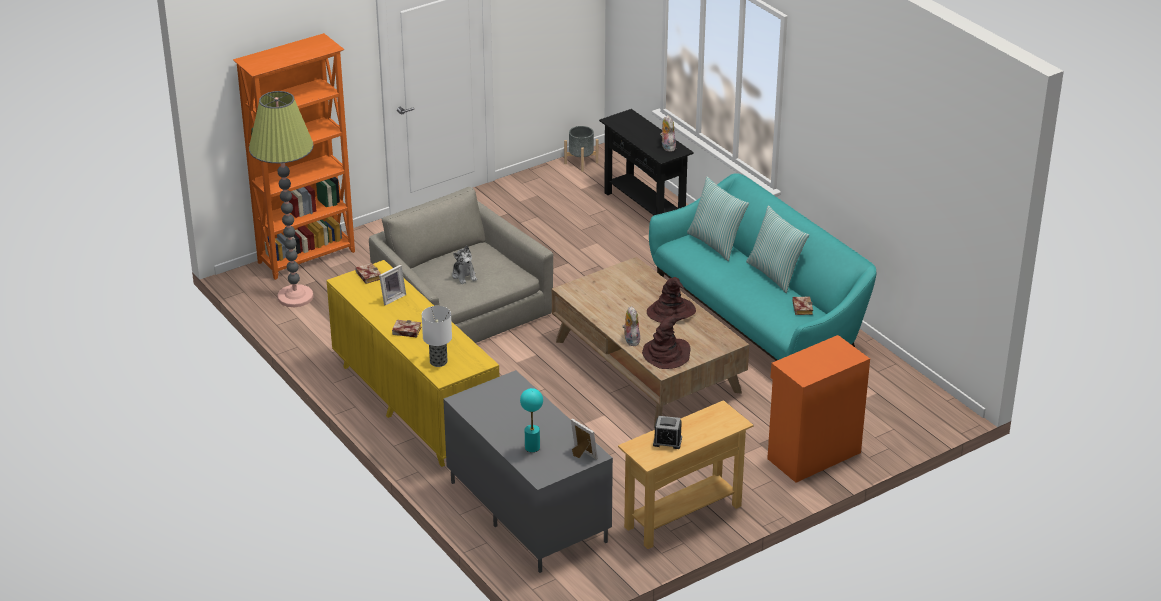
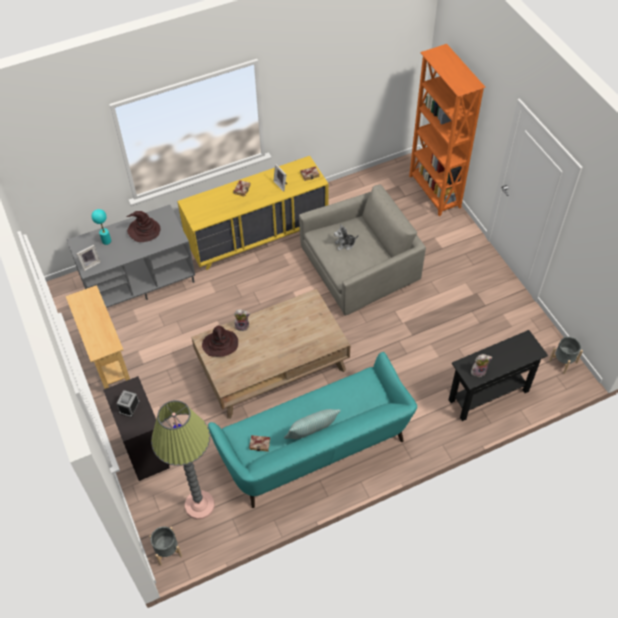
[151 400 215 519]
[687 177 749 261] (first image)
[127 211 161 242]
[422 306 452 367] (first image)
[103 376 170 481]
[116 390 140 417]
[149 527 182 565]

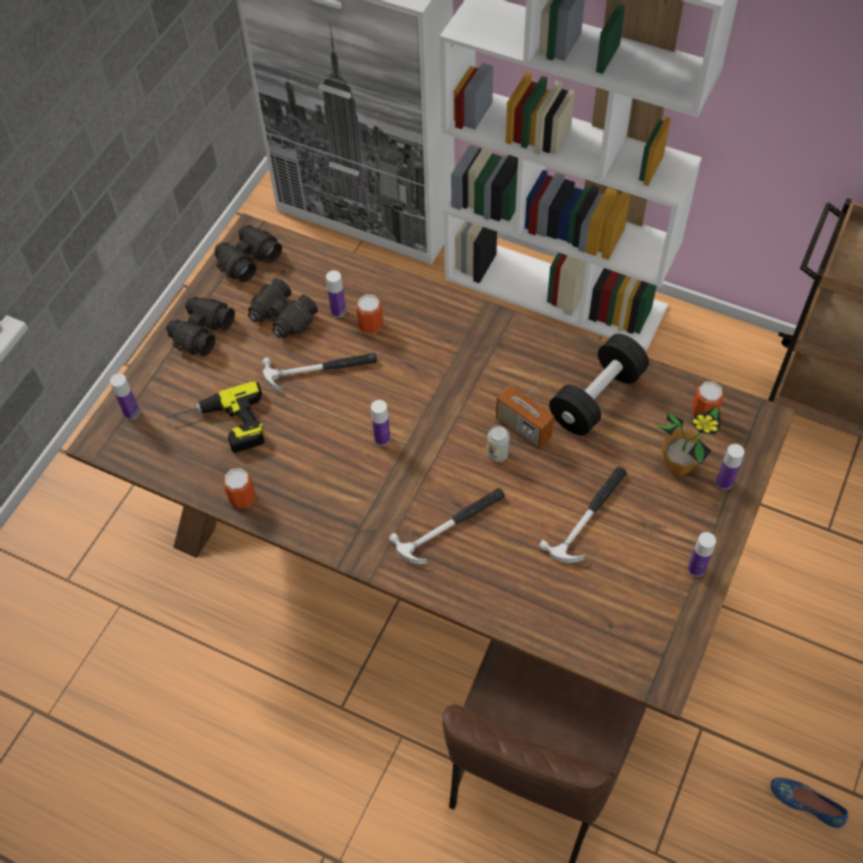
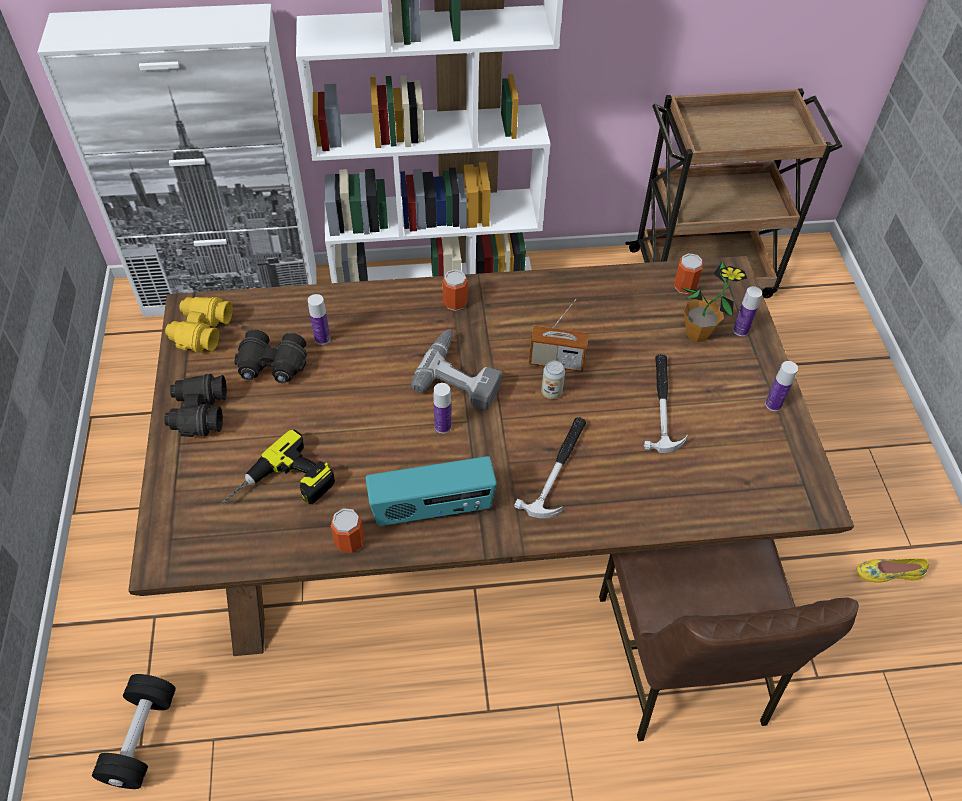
[165 297 233 353]
[442 269 468 311]
[92 674 176 789]
[262 353 377 393] (first image)
[110 374 140 420] (first image)
[856 558 929 583]
[411 329 502 410]
[366 456 497 526]

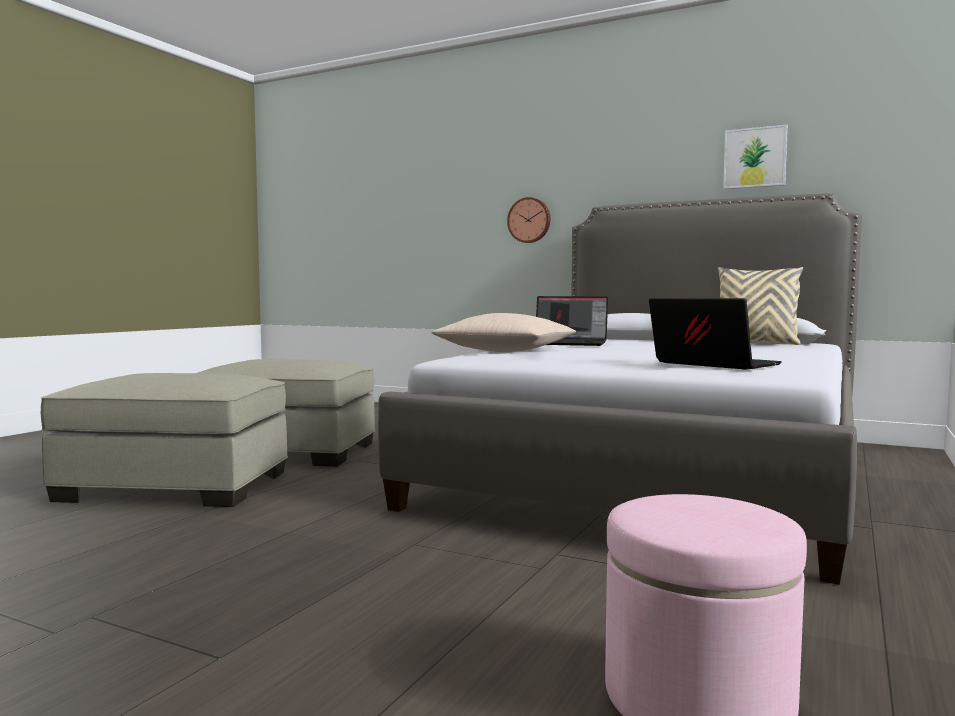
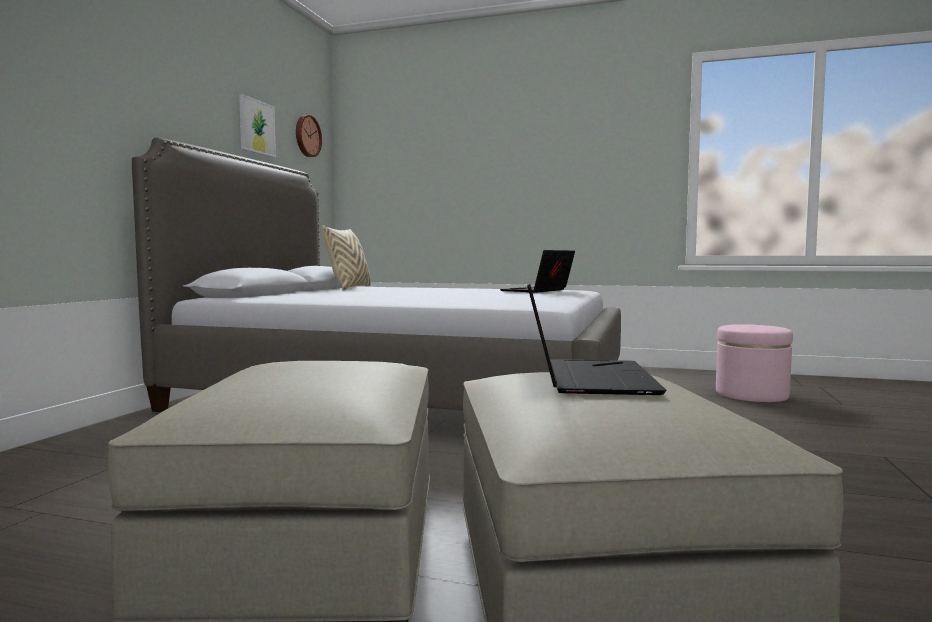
[296 115 322 157]
[526 278 667 395]
[431 313 576 352] (first image)

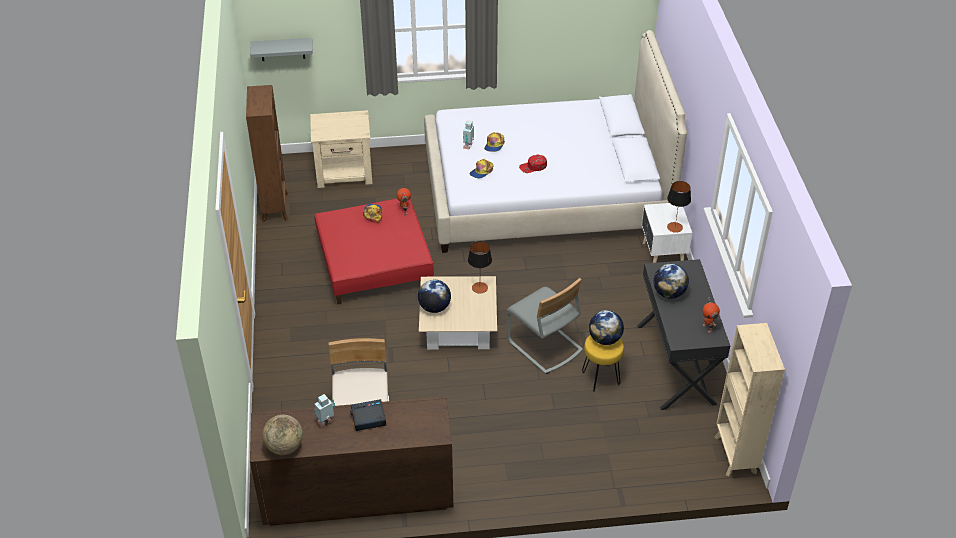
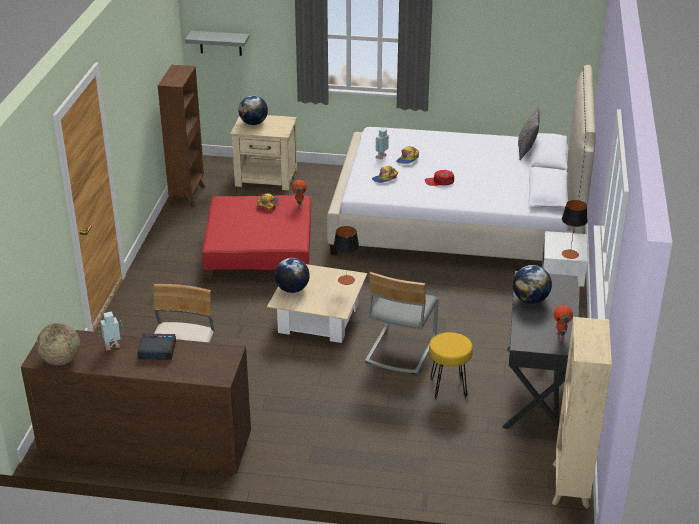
[365 272 439 374]
[238 96 268 125]
[518 106 540 160]

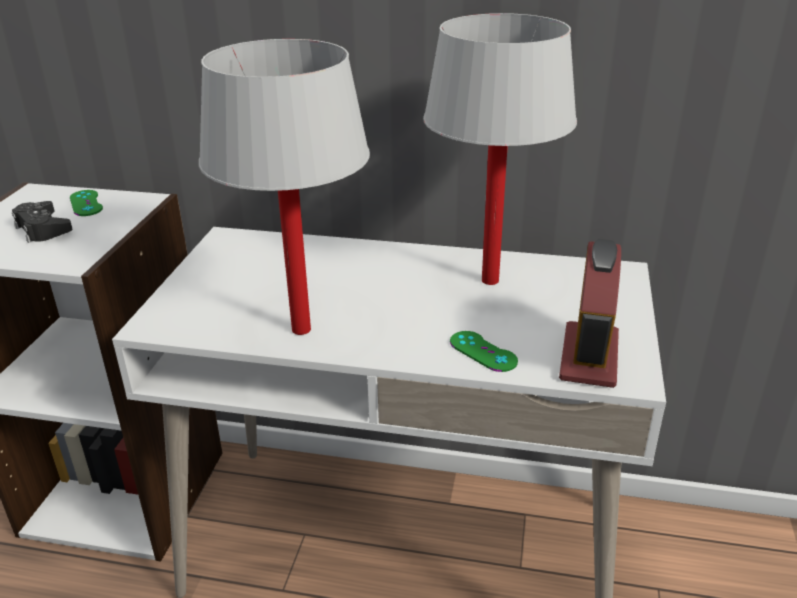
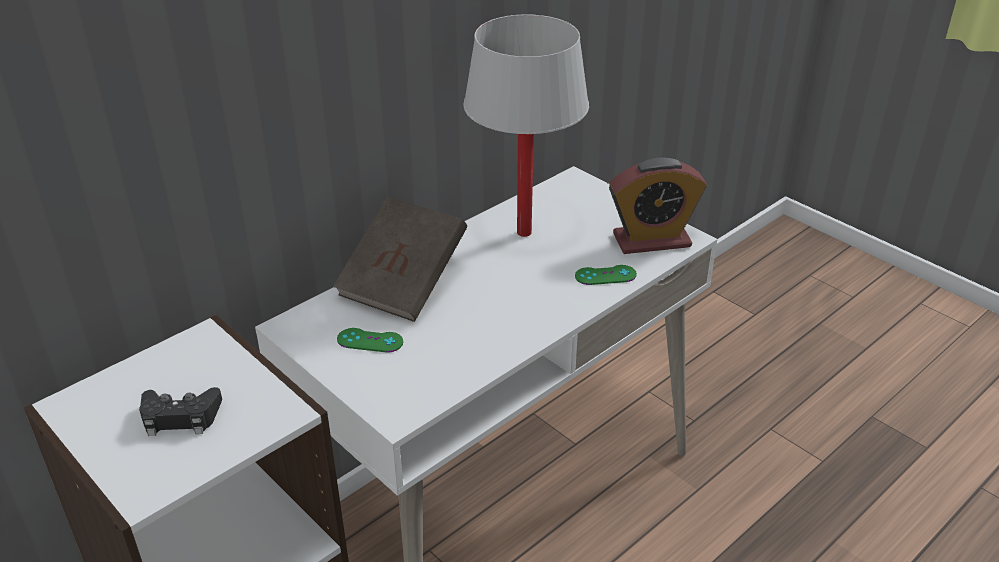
[199 39 370 335] (first image)
[337 328 403 352]
[609 158 707 254]
[333 197 467 322]

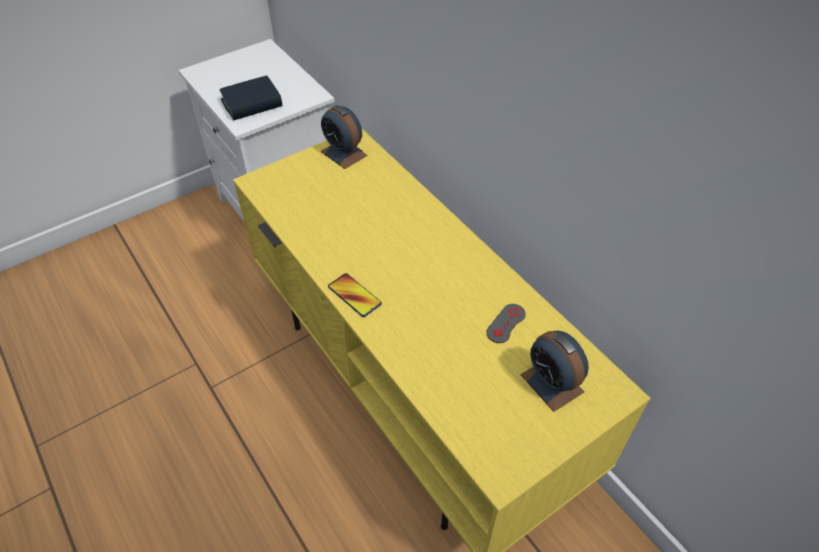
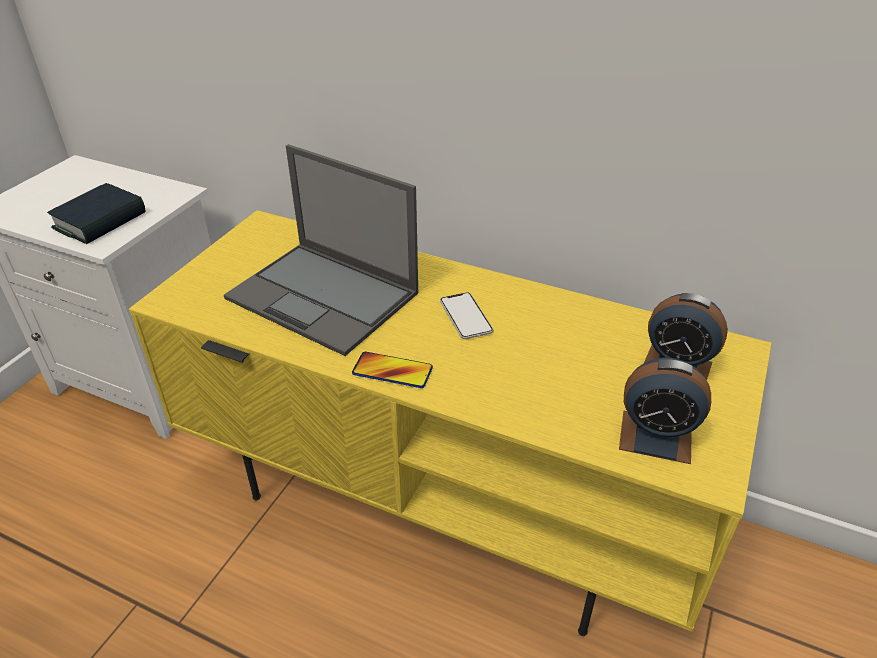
[619 358 711 464]
[486 304 526 343] (first image)
[224 144 419 356]
[440 292 494 339]

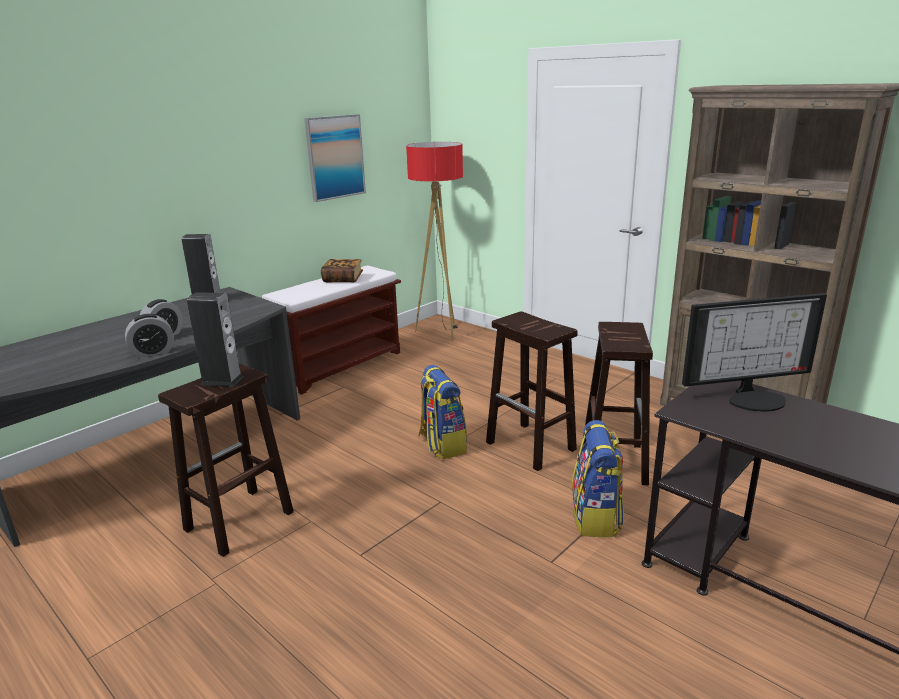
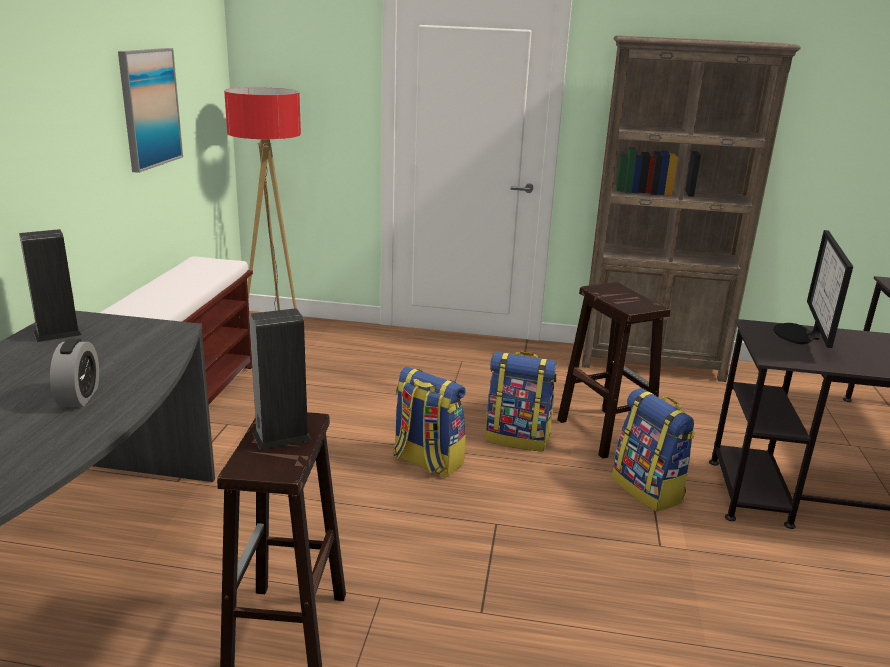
[321 259 363 282] (first image)
[773 230 853 348]
[485 352 557 452]
[125 314 174 358] (first image)

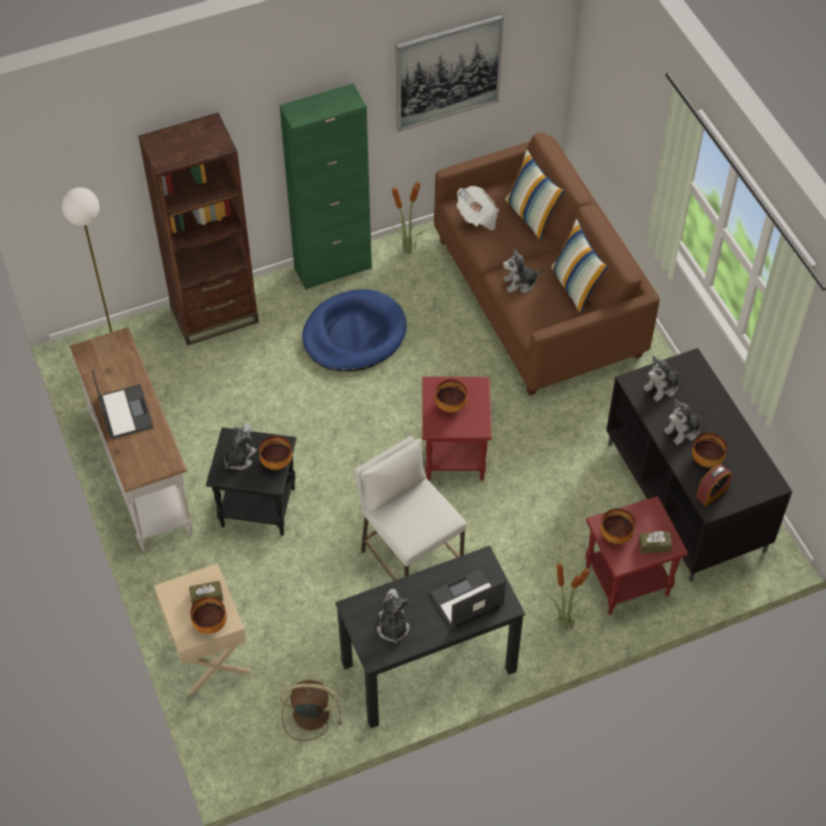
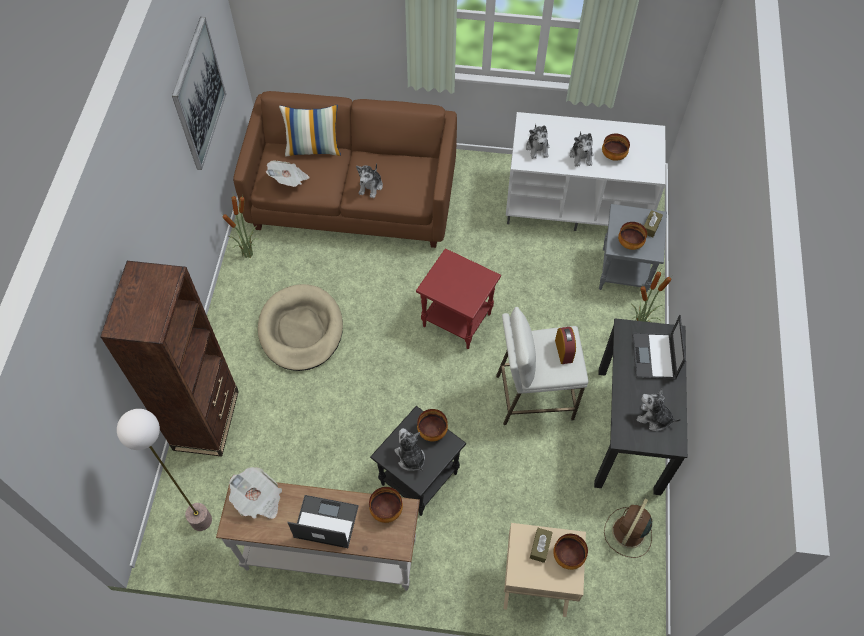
[279 84 372 290] (first image)
[551 219 608 314] (first image)
[258 284 343 371]
[506 112 666 231]
[369 487 403 523]
[555 327 576 364]
[599 204 667 293]
[229 467 282 519]

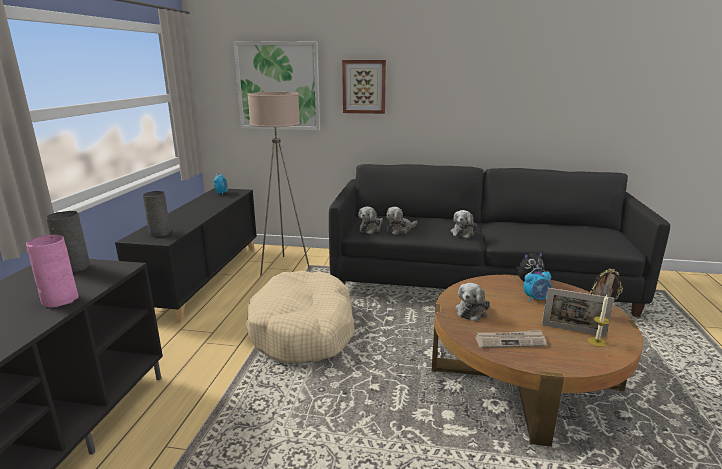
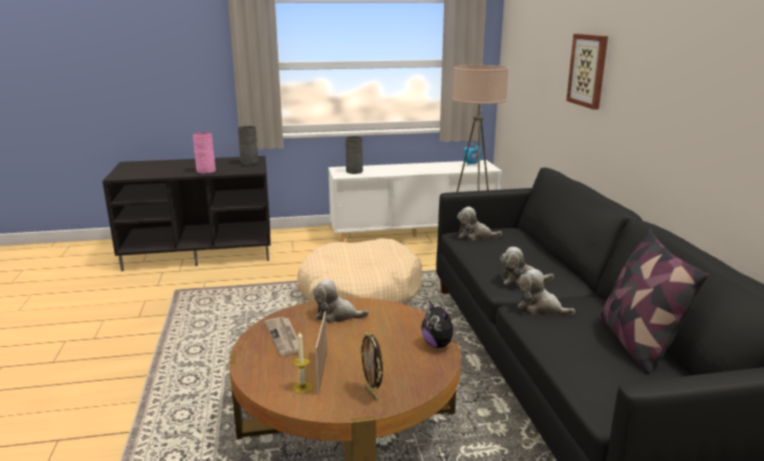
[234 41 320 130] (first image)
[328 160 502 242]
[518 269 575 316]
[523 268 551 302] (first image)
[600 229 709 374]

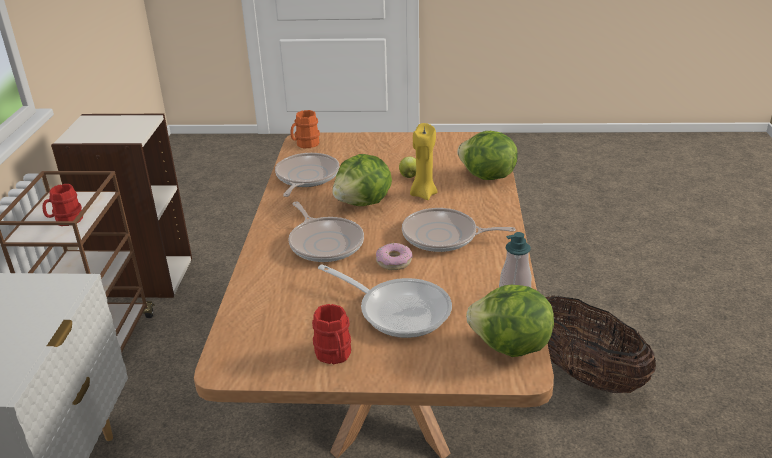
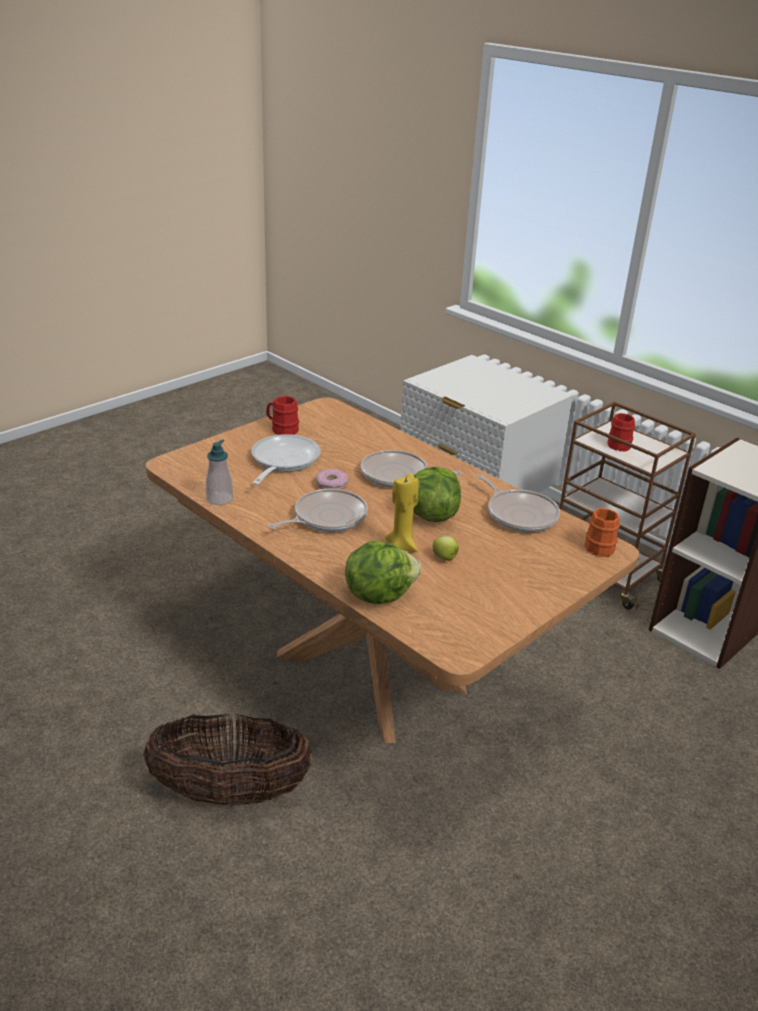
[251 434 321 485]
[466 285 554 357] (first image)

